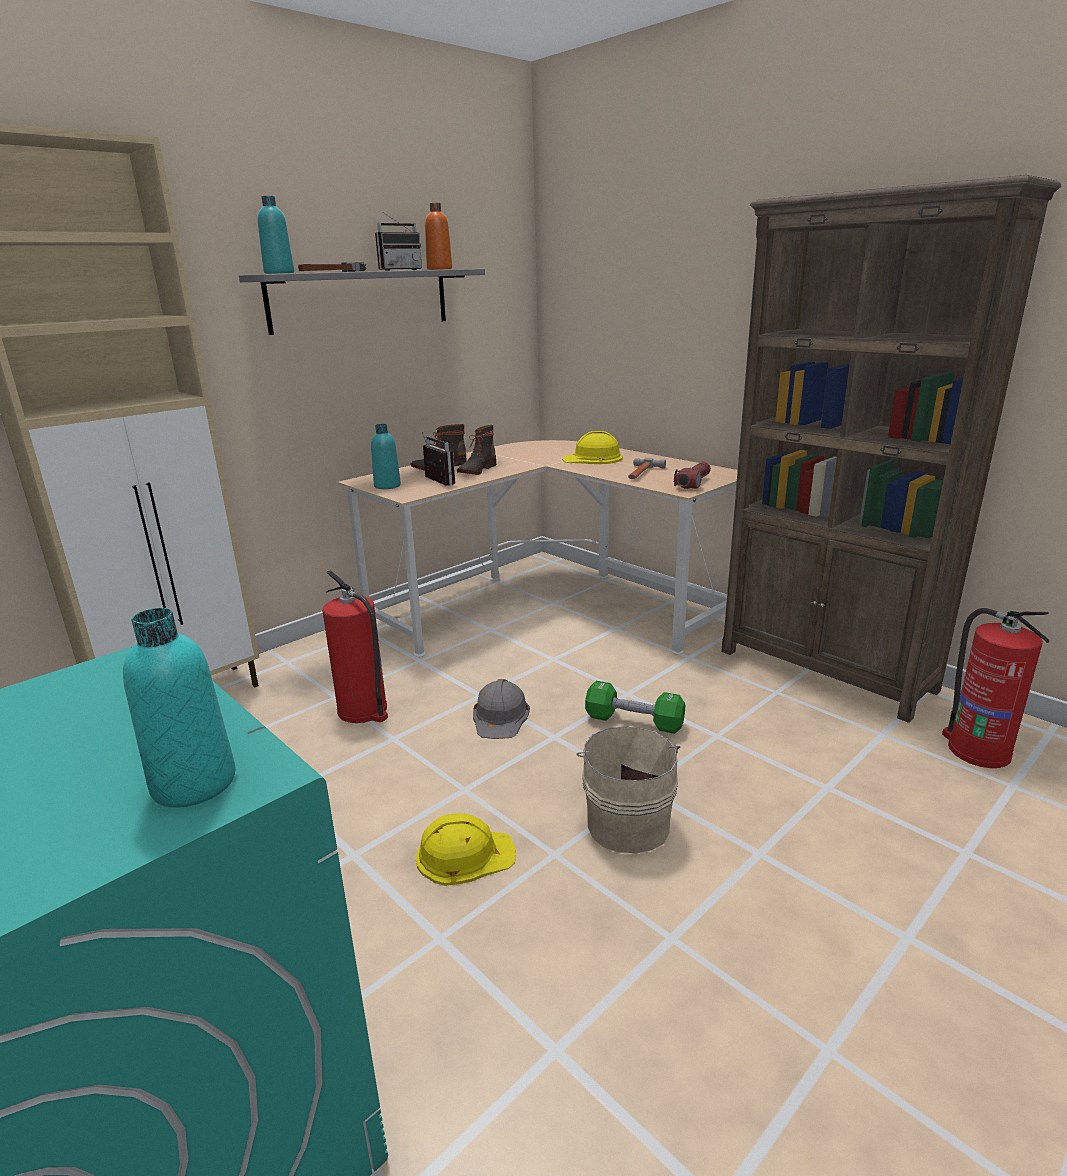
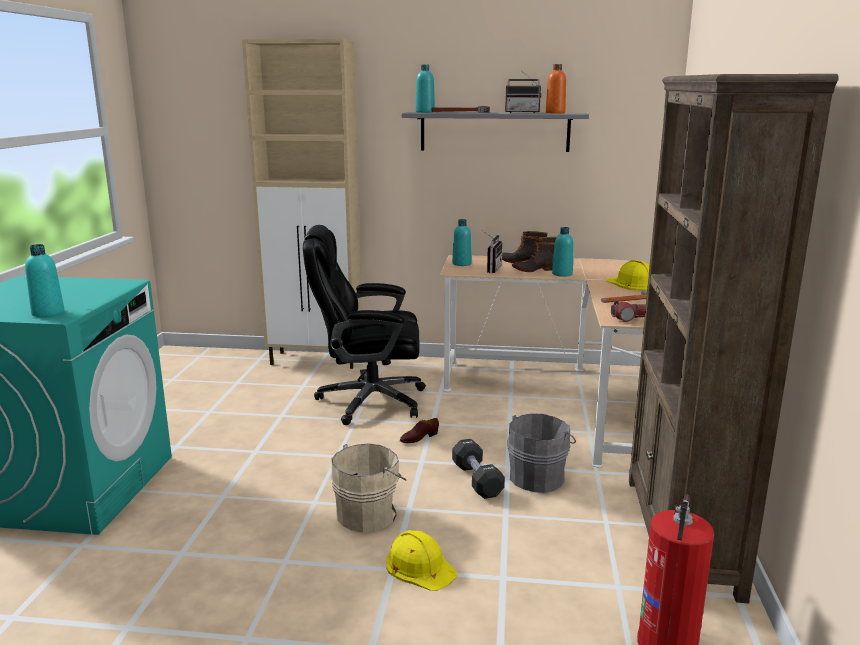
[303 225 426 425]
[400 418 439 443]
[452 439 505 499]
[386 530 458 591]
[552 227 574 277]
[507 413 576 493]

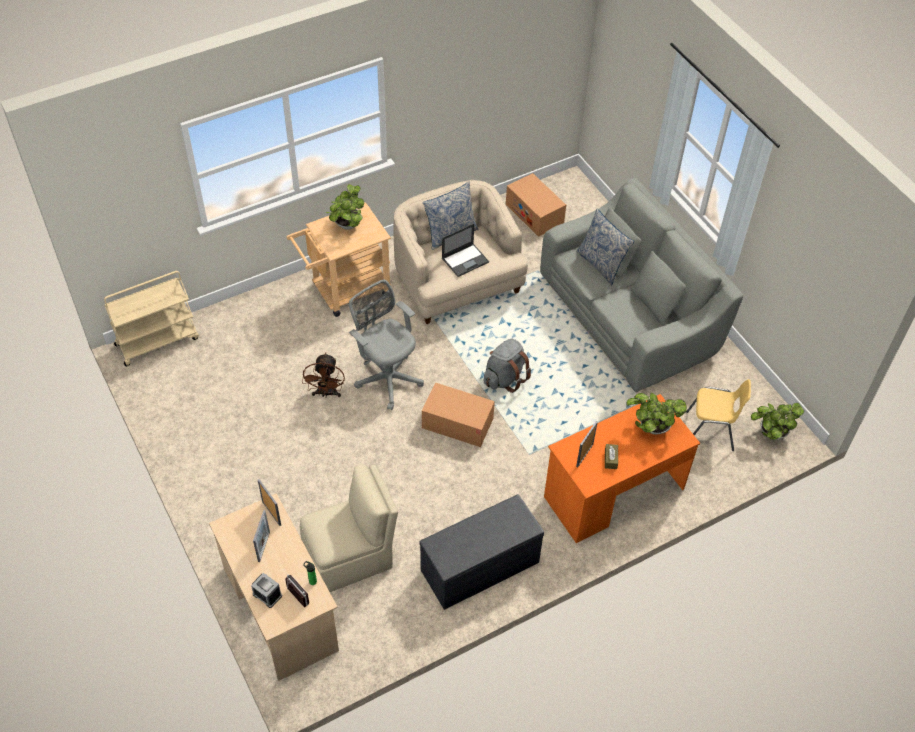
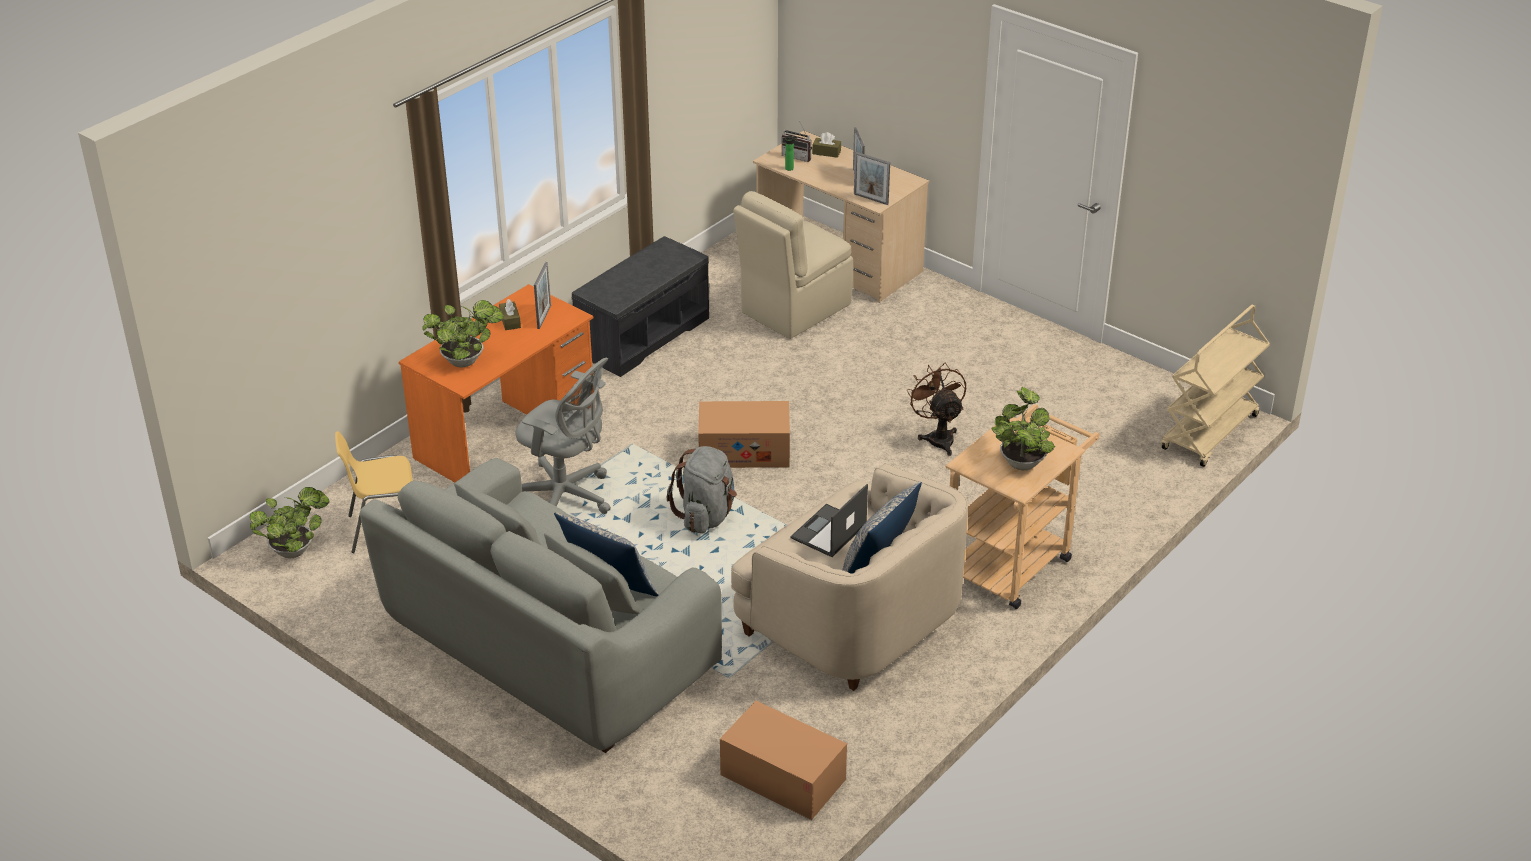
[515 358 611 514]
[812 132 841 158]

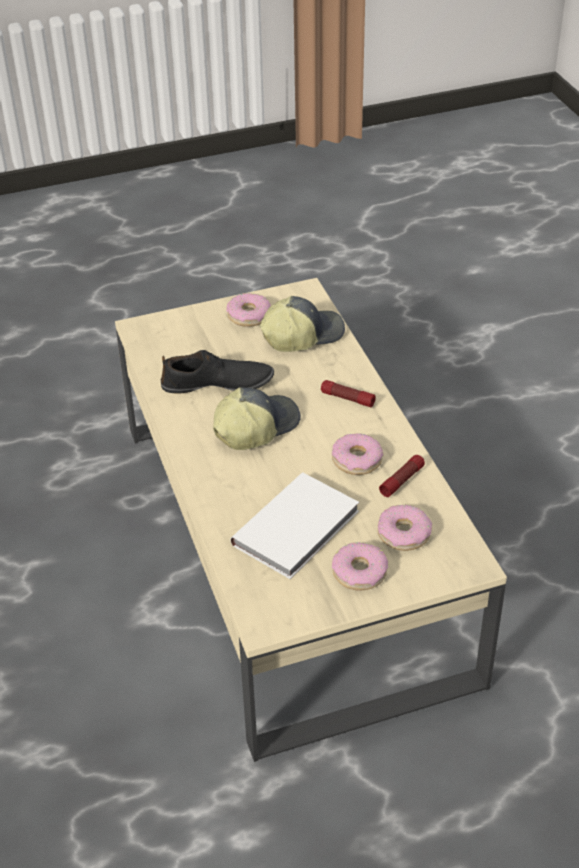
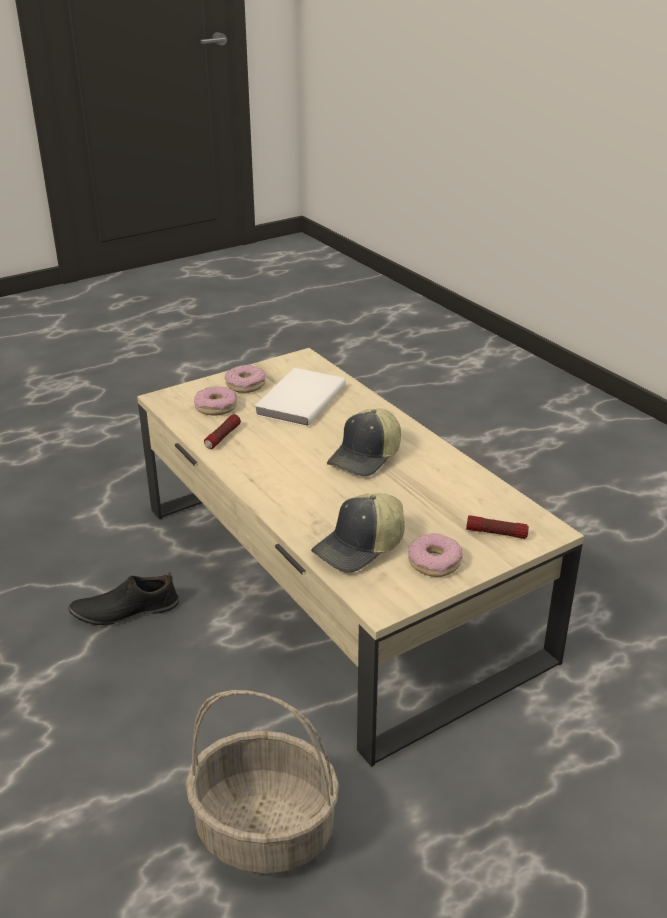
[68 572 179 625]
[466 515 529 539]
[332 433 383 475] (first image)
[186 690 339 874]

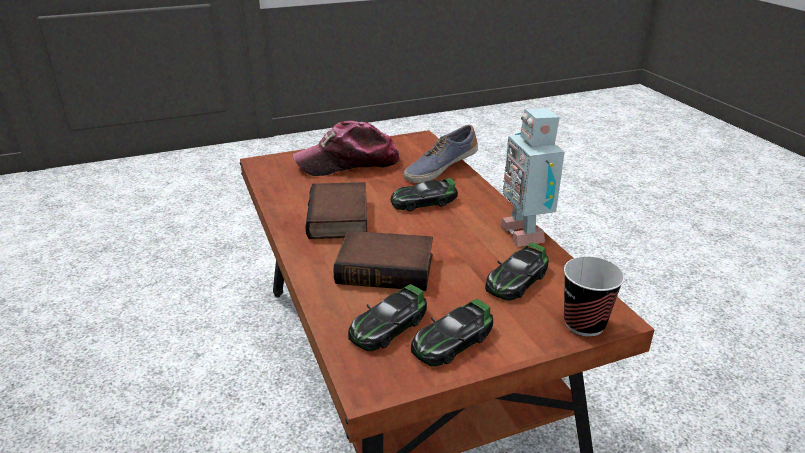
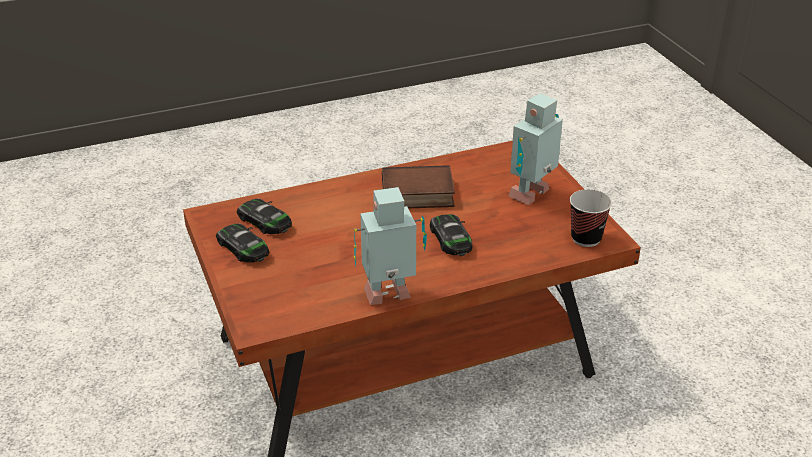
[509 93 563 205]
[404 125 478 183] (first image)
[333 231 433 291] (first image)
[485 243 549 301] (first image)
[570 189 612 247]

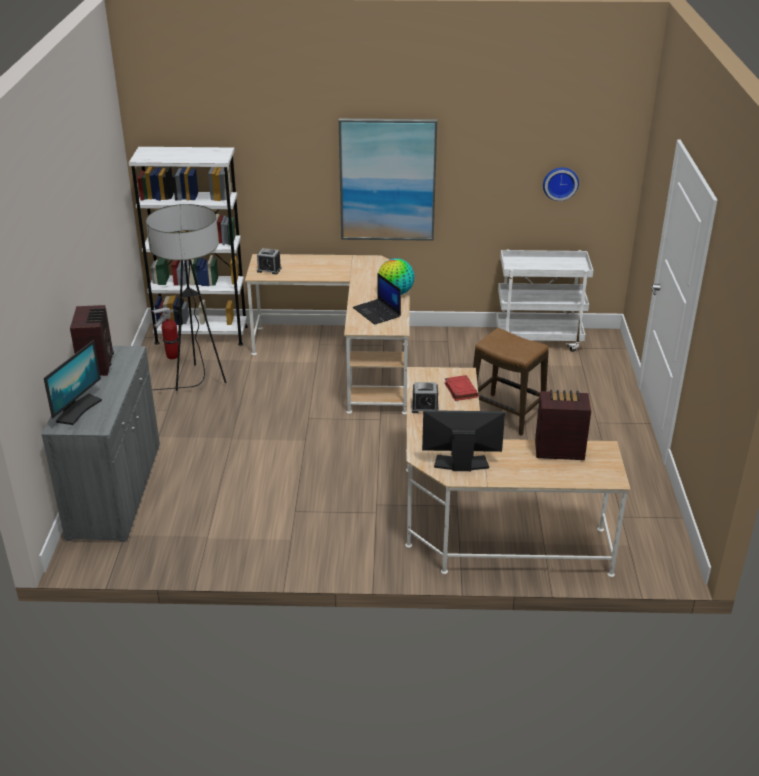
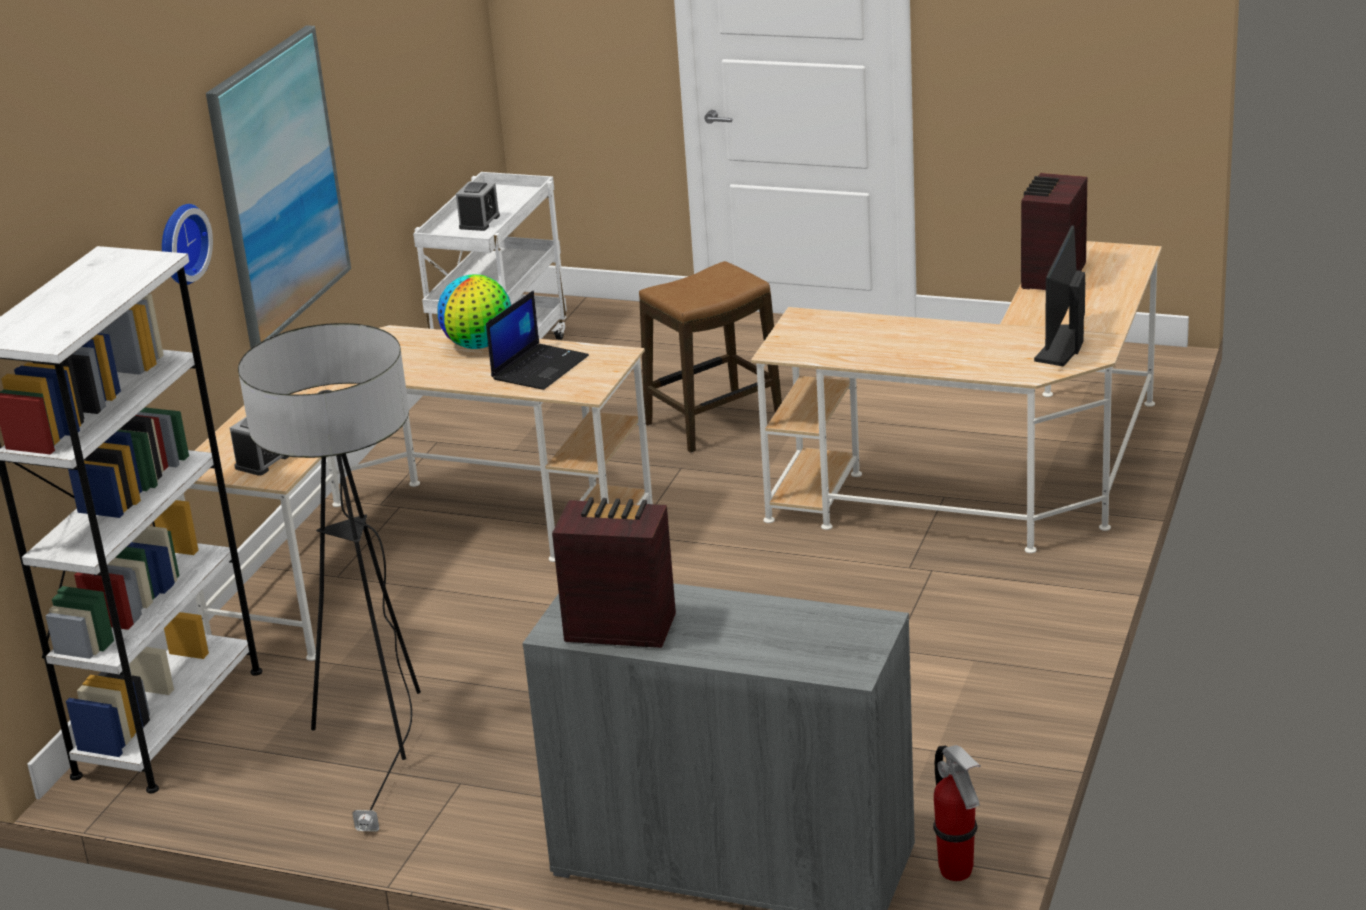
[162 204 213 285]
[486 290 589 390]
[933 745 981 881]
[44 340 102 425] (first image)
[445 375 478 401] (first image)
[456 182 500 231]

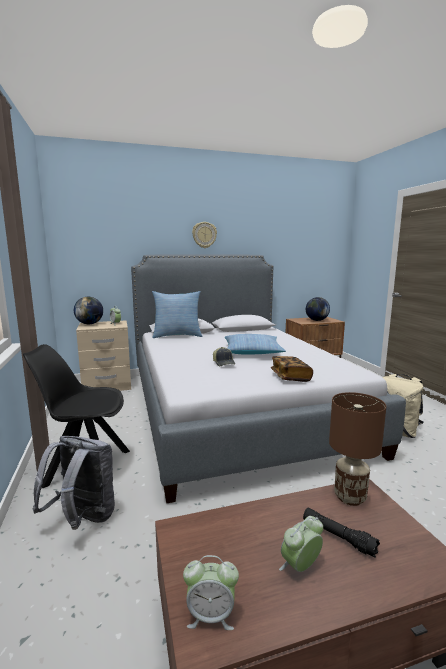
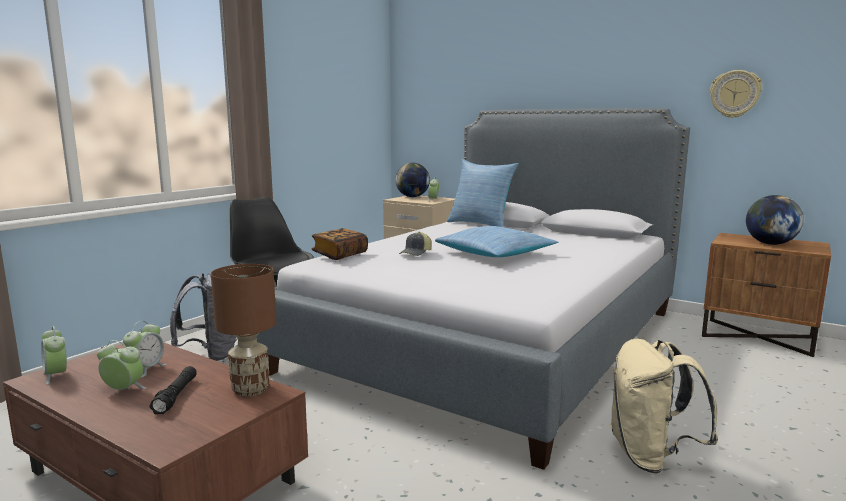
[710 70 762 118]
[312 228 368 260]
[123 321 166 378]

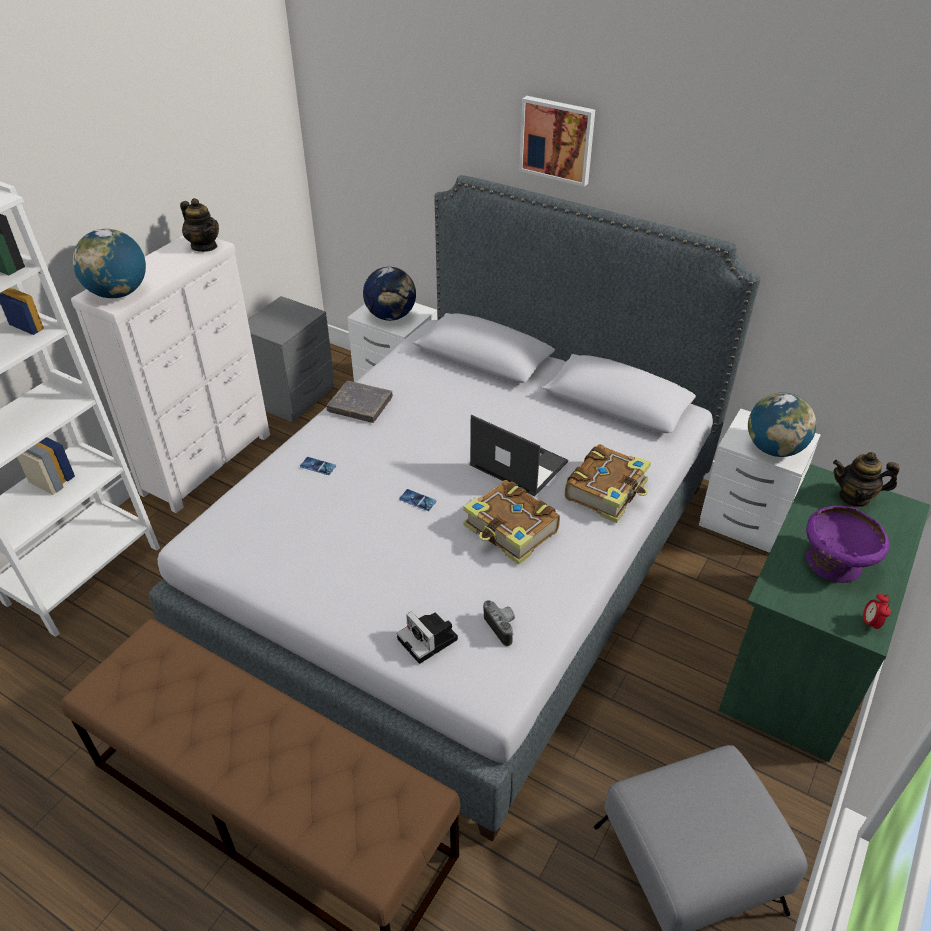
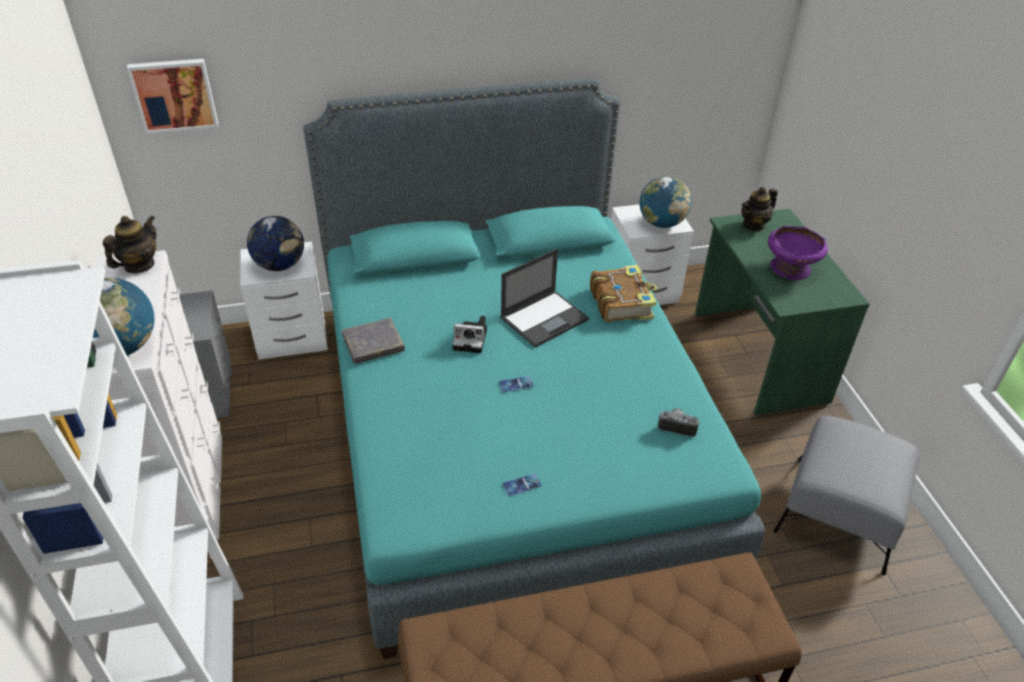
[127 59 218 134]
[303 78 765 659]
[103 216 156 273]
[501 249 589 348]
[502 473 542 496]
[464 480 560 565] (first image)
[863 594 891 630] (first image)
[452 316 487 353]

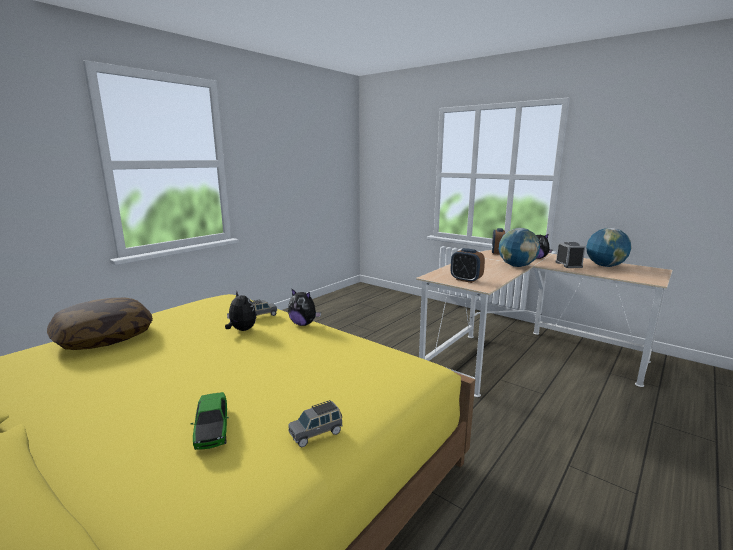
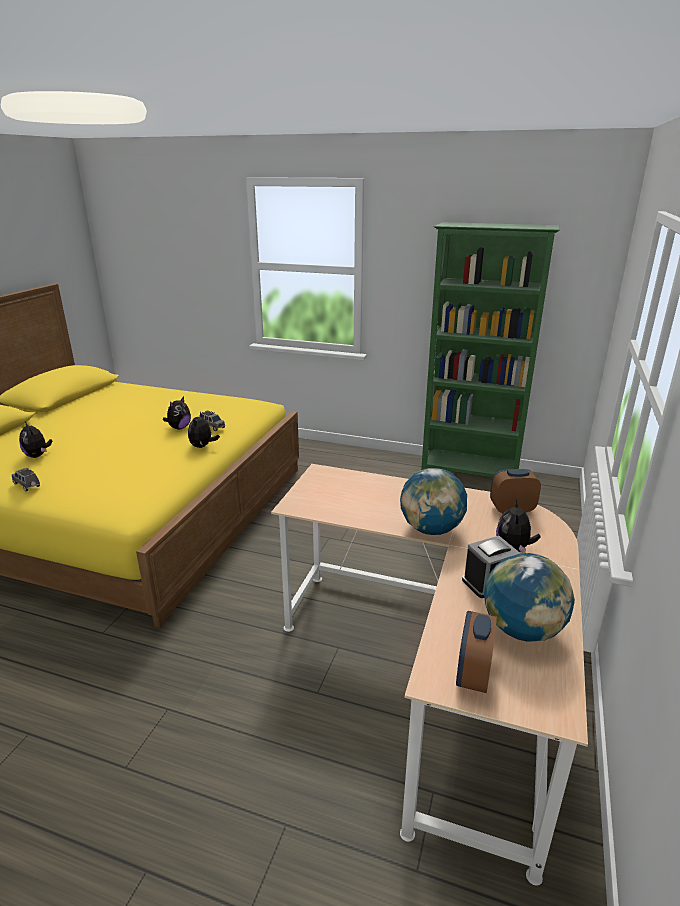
[456 611 497 693]
[47 298 153 350] (first image)
[19 422 52 458]
[421 222 560 477]

